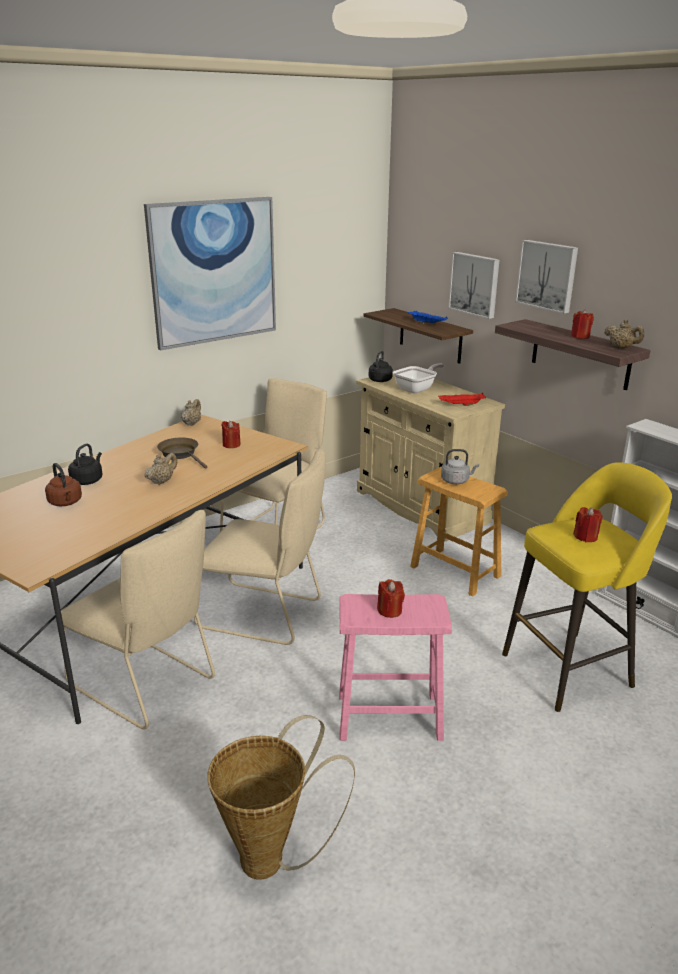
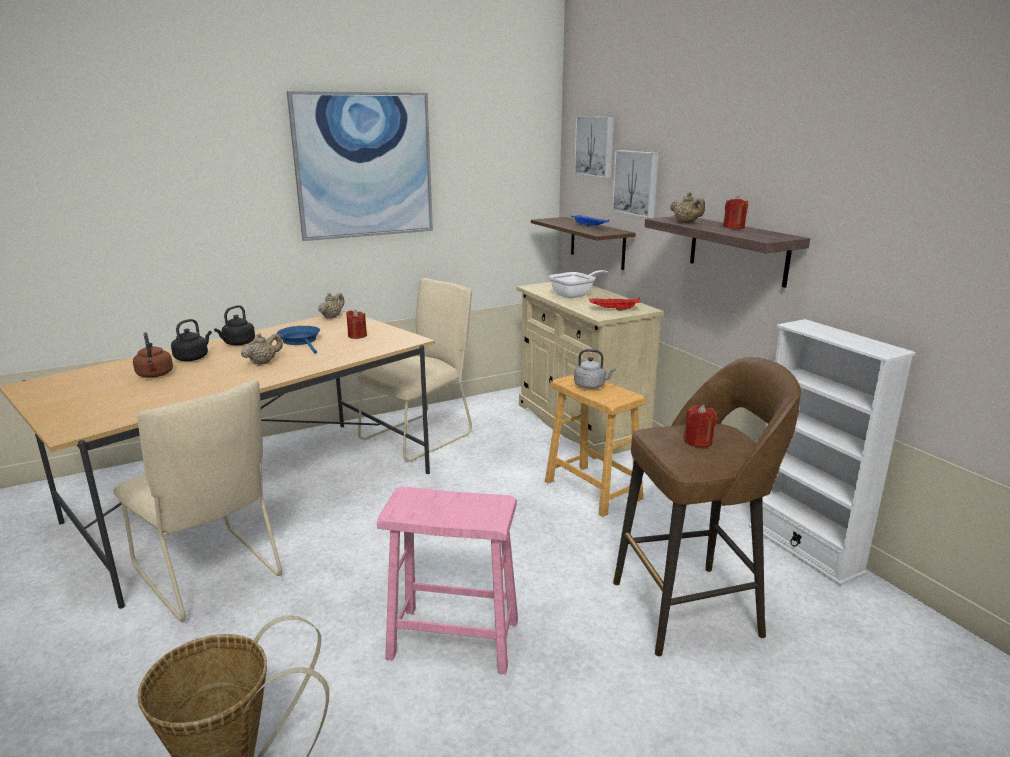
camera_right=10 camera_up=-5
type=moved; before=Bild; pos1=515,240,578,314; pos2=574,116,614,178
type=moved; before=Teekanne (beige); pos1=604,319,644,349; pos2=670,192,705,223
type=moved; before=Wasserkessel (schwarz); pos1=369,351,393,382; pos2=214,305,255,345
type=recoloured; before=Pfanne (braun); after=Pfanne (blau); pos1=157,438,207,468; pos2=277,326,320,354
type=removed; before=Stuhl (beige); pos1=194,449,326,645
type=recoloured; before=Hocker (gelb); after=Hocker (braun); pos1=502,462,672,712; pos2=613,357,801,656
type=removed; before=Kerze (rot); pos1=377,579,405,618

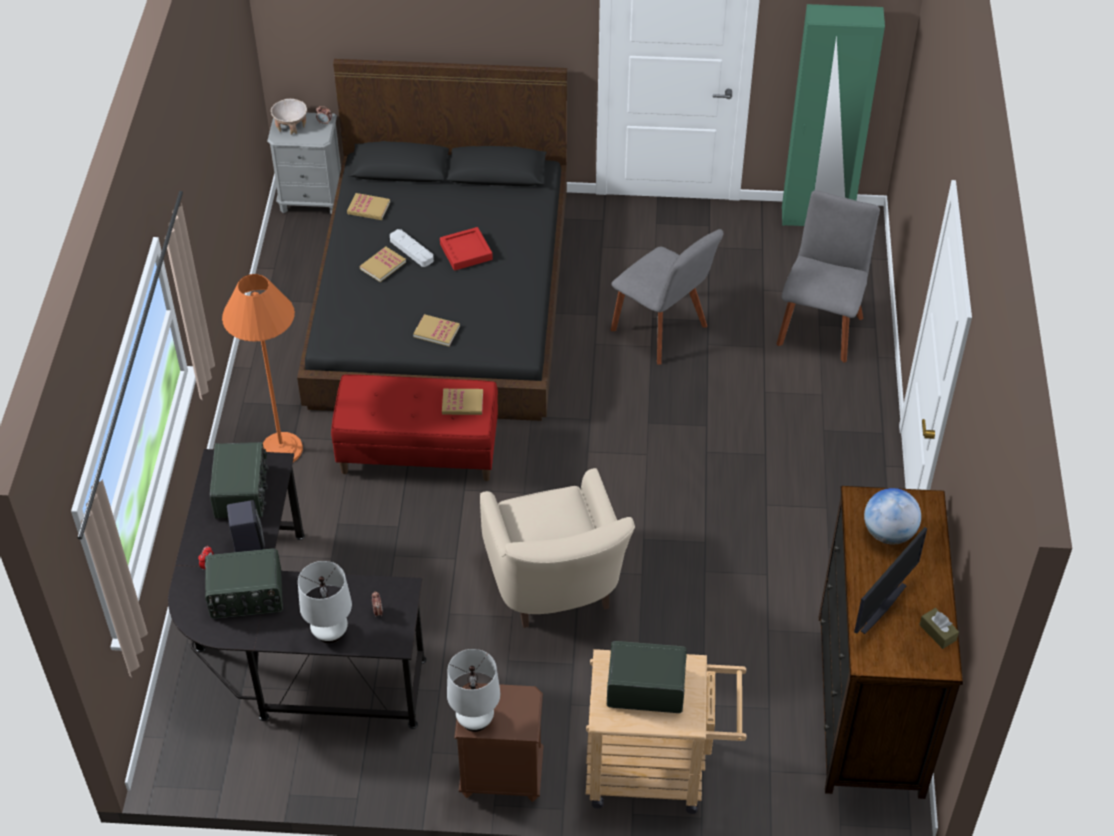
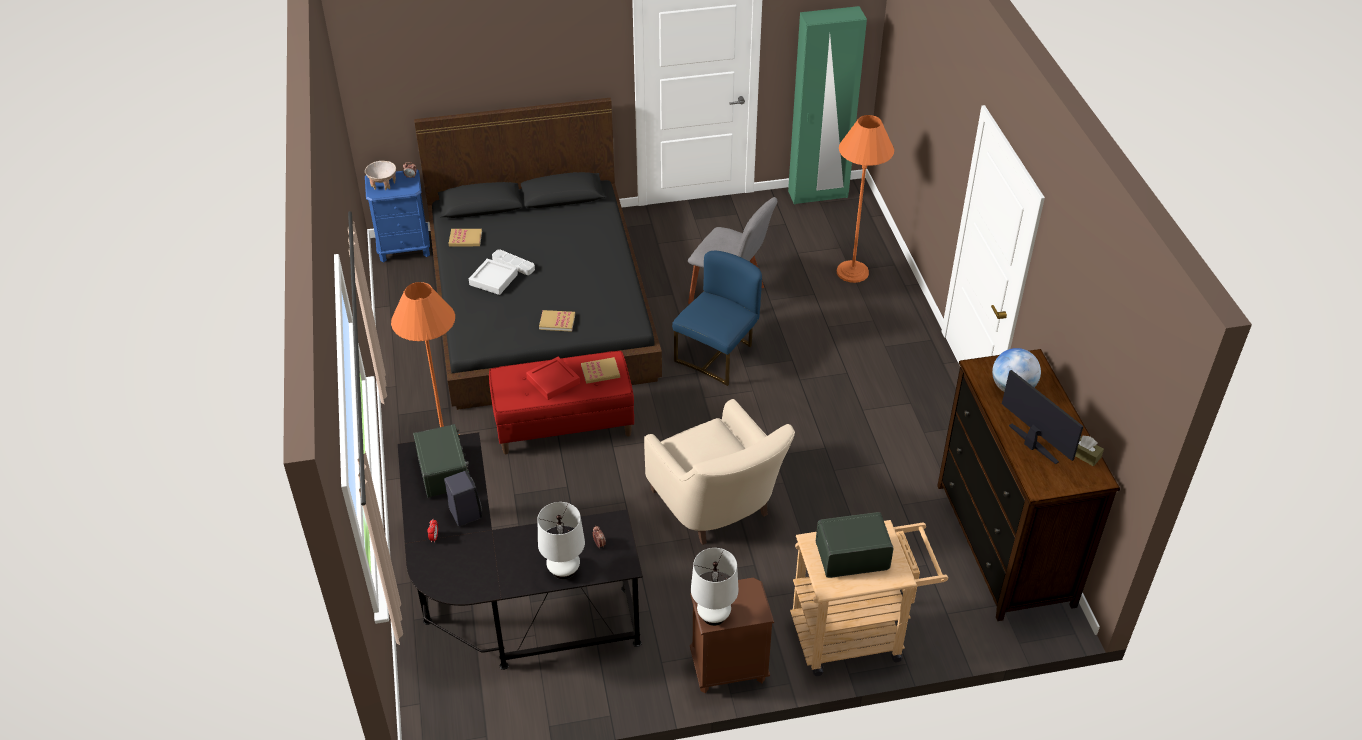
camera_right=-15 camera_up=-5
type=recoloured; before=Nachttisch (grau); after=Nachttisch (blau); pos1=267,113,341,214; pos2=365,169,430,263
type=replaced; before=Stuhl (grau); after=Stehlampe (orange); pos1=777,190,880,363; pos2=837,115,894,283
type=moved; before=Tablett (rot); pos1=440,227,493,271; pos2=526,357,580,400
type=replaced; before=Buch; after=Tablett (grau); pos1=360,247,406,282; pos2=469,259,518,295
type=turned; before=Monitor; pos1=854,527,927,634; pos2=1002,370,1083,464; turn=-60
type=removed; before=Radio; pos1=205,548,283,619
type=added; after=Stuhl (blau); pos2=672,251,762,386

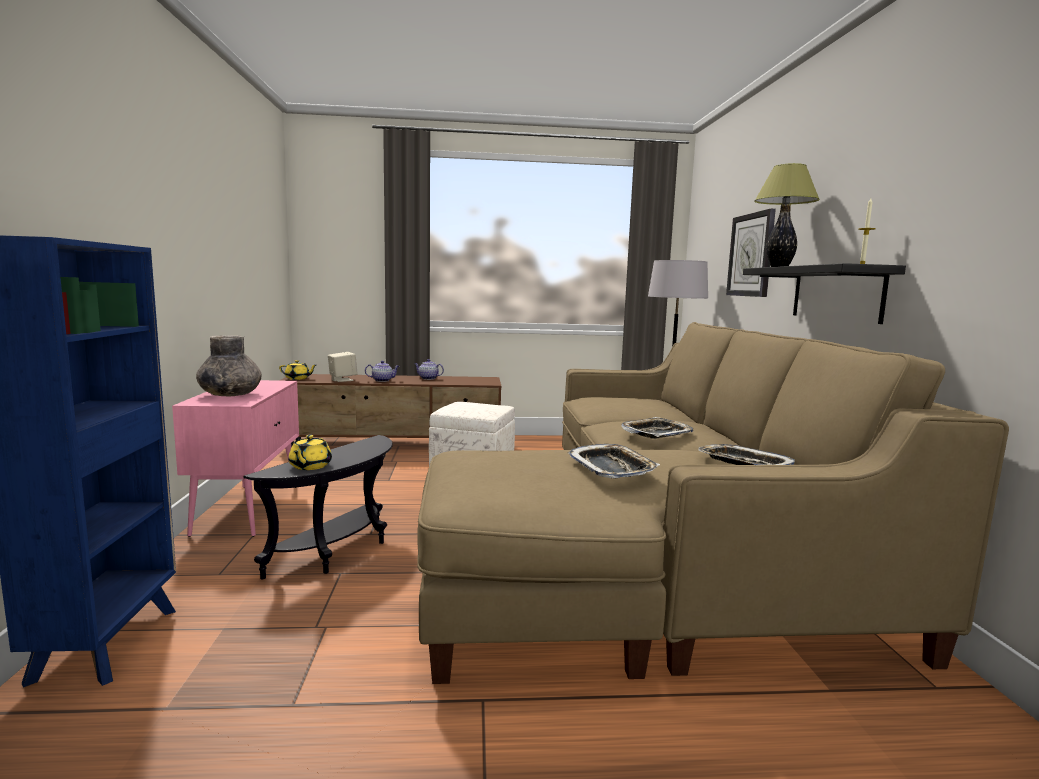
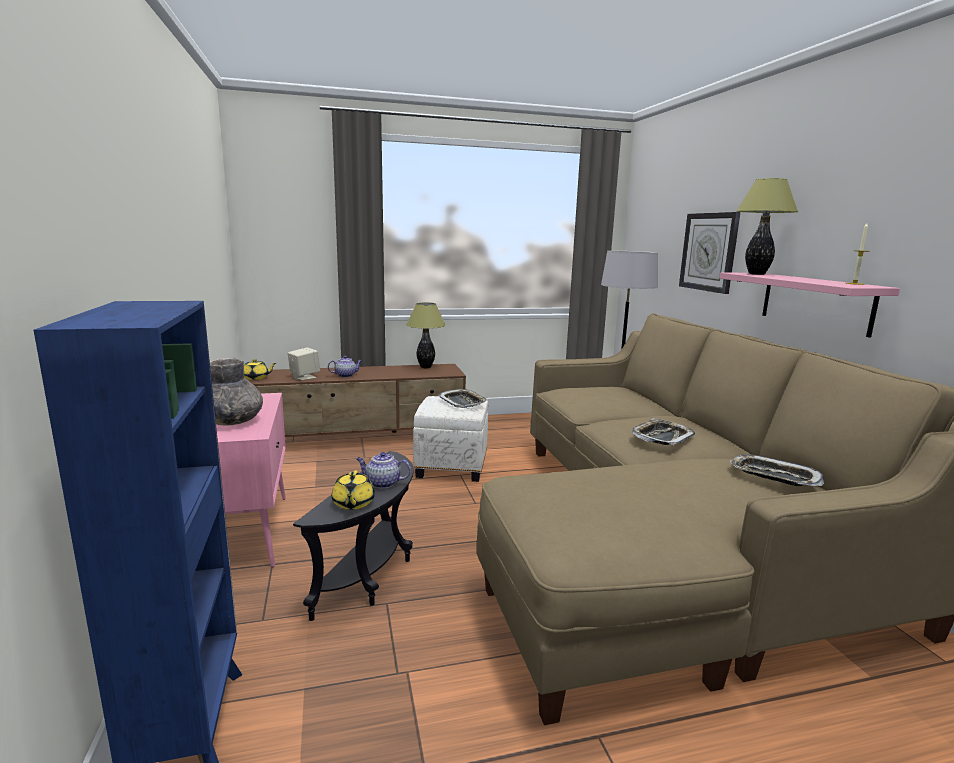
camera_right=-10 camera_up=5
type=recoloured; before=Wandregal (schwarz); after=Wandregal (rosa); pos1=743,263,906,324; pos2=720,272,900,338
type=moved; before=Teekanne; pos1=414,359,444,380; pos2=356,452,411,488
type=moved; before=Tablett; pos1=568,444,660,478; pos2=438,389,488,408
type=added; after=Tischlampe; pos2=406,302,446,368

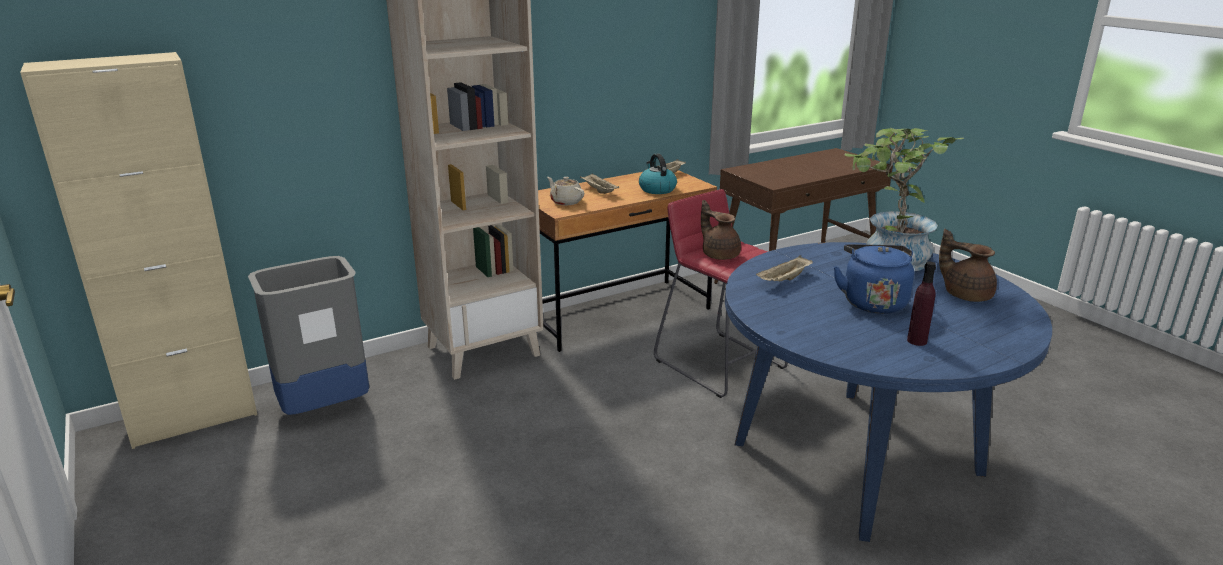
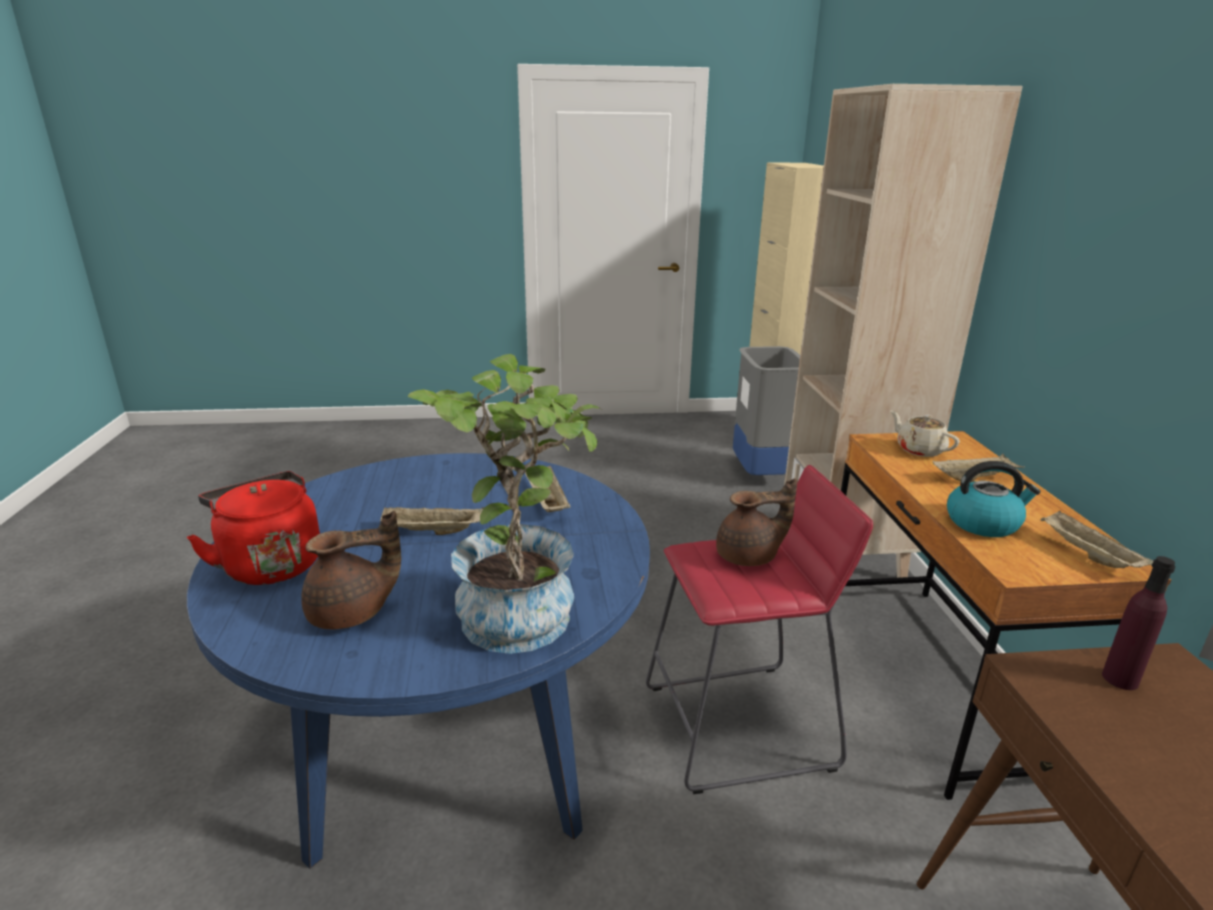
camera_right=115 camera_up=0
type=turned; before=Teekanne (beige); pos1=547,177,584,205; pos2=890,411,960,457; turn=-105
type=replaced; before=Wasserkessel (blau); after=Tablett (beige); pos1=834,244,914,314; pos2=380,507,483,535
type=moved; before=Flasche (lila); pos1=907,262,936,346; pos2=1102,556,1175,690
type=added; after=Wasserkessel (rot); pos2=187,471,320,585

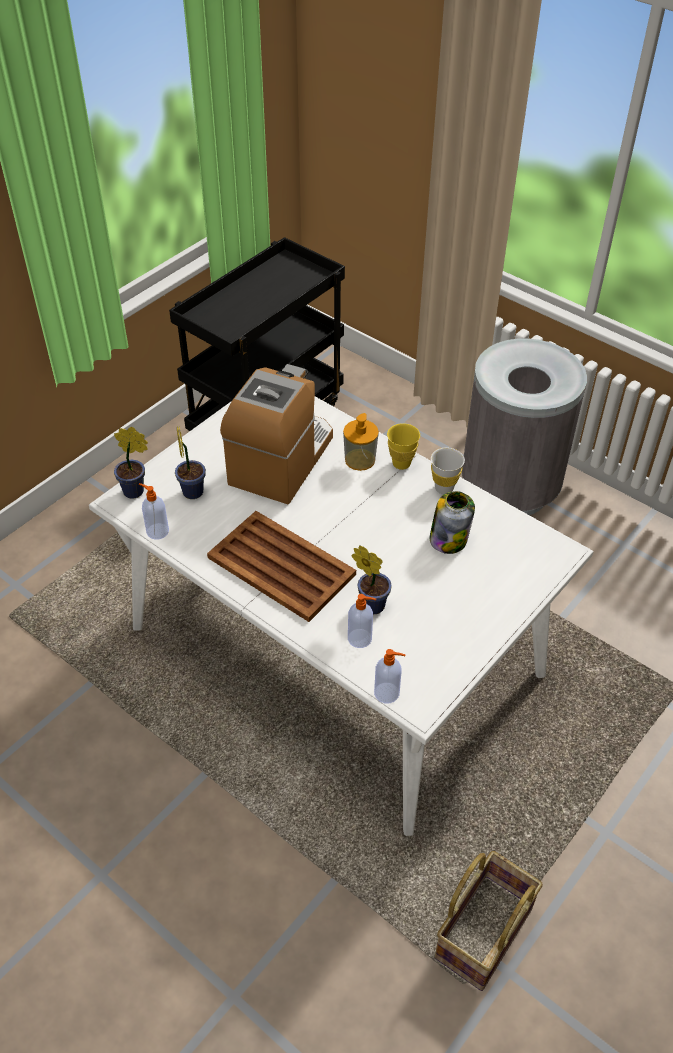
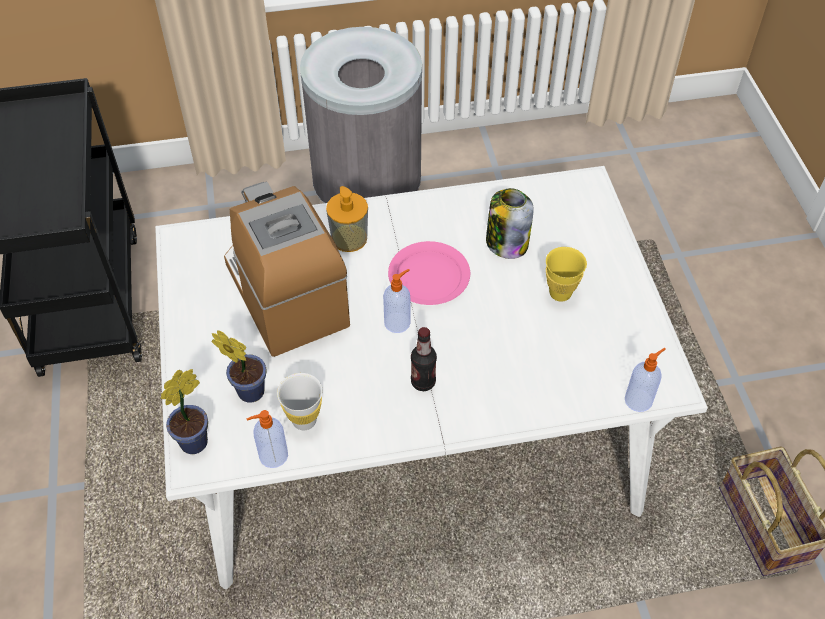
camera_right=-50 camera_up=5
type=moved; before=Tasse (gelb); pos1=387,423,420,470; pos2=546,247,587,302
type=moved; before=Tasse (weiß); pos1=431,448,465,494; pos2=277,373,322,430
type=replaced; before=Tablett (braun); after=Flasche; pos1=207,511,356,622; pos2=411,327,437,391
type=removed; before=Topfpflanze; pos1=351,546,392,614
type=moved; before=Seifenspender; pos1=348,594,376,648; pos2=383,269,411,333
type=added; after=Teller (rosa); pos2=388,241,470,305

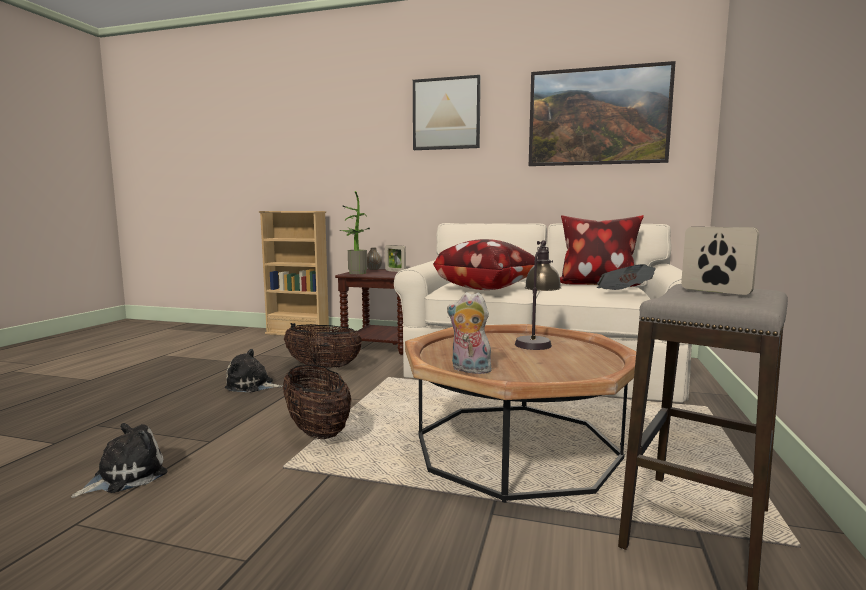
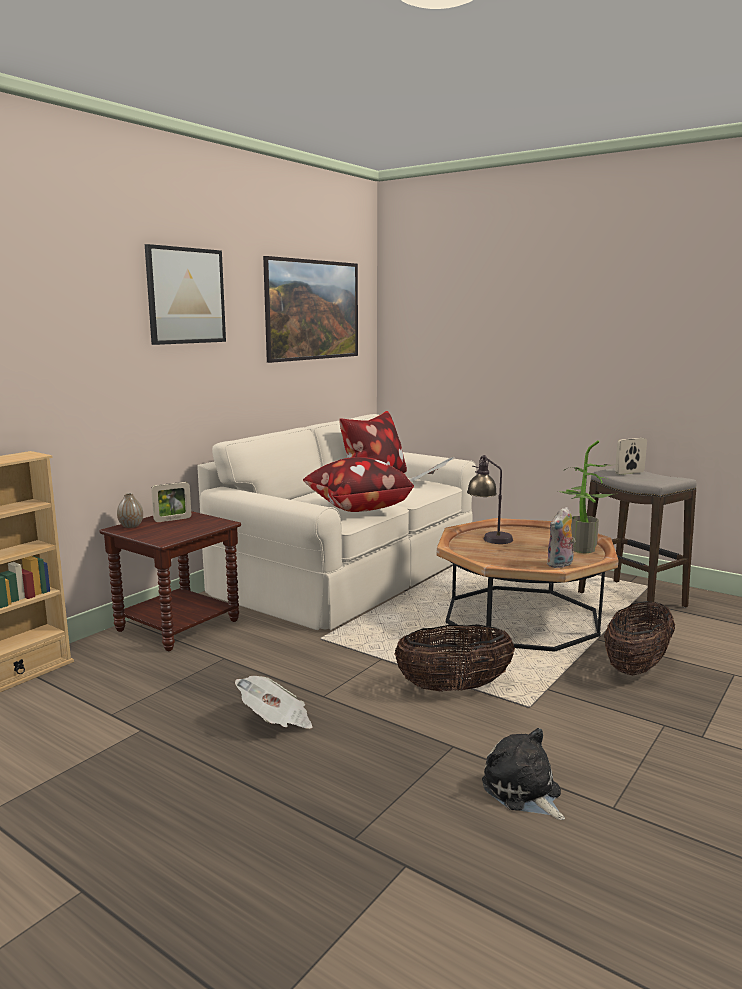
camera_right=-70 camera_up=5
type=moved; before=Topfpflanze; pos1=340,191,370,274; pos2=558,441,617,553
type=moved; before=Korb; pos1=284,324,362,368; pos2=604,601,675,675
type=replaced; before=Plüschtier; after=Zeitung; pos1=224,349,283,392; pos2=235,676,313,729

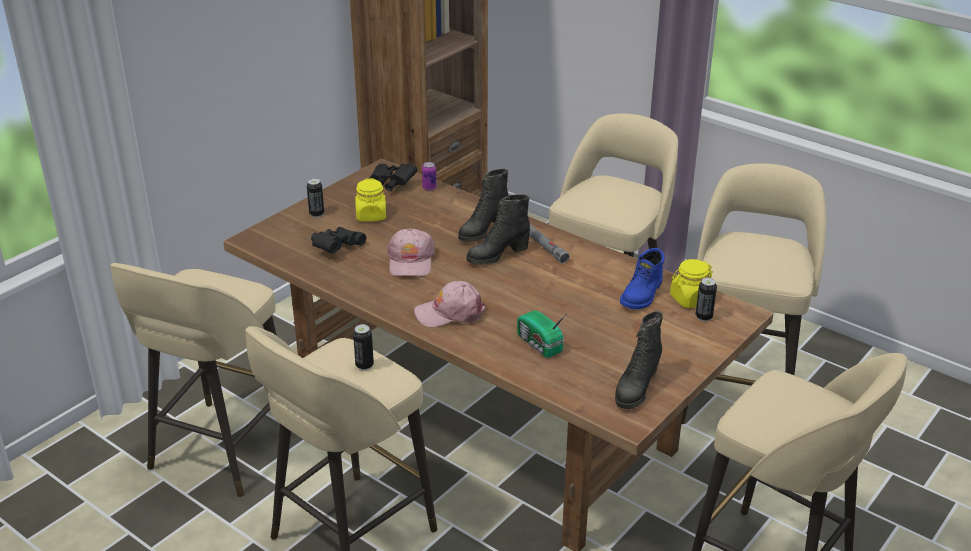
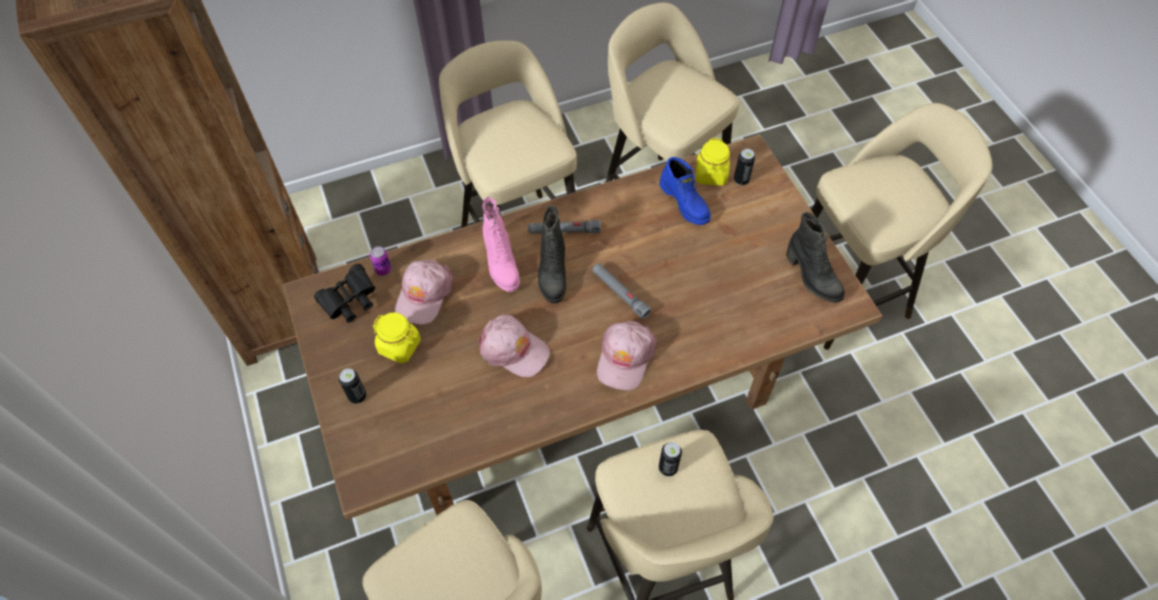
camera_right=-60 camera_up=25
type=recoloured; before=Stiefel (schwarz); after=Stiefel (rosa); pos1=458,169,509,242; pos2=482,197,520,292
type=removed; before=Fernglas (schwarz); pos1=311,227,366,254
type=removed; before=Radio; pos1=517,310,568,358
type=added; after=Kappe (rosa); pos2=395,260,454,325
type=added; after=Taschenlampe (grau); pos2=593,264,651,319

